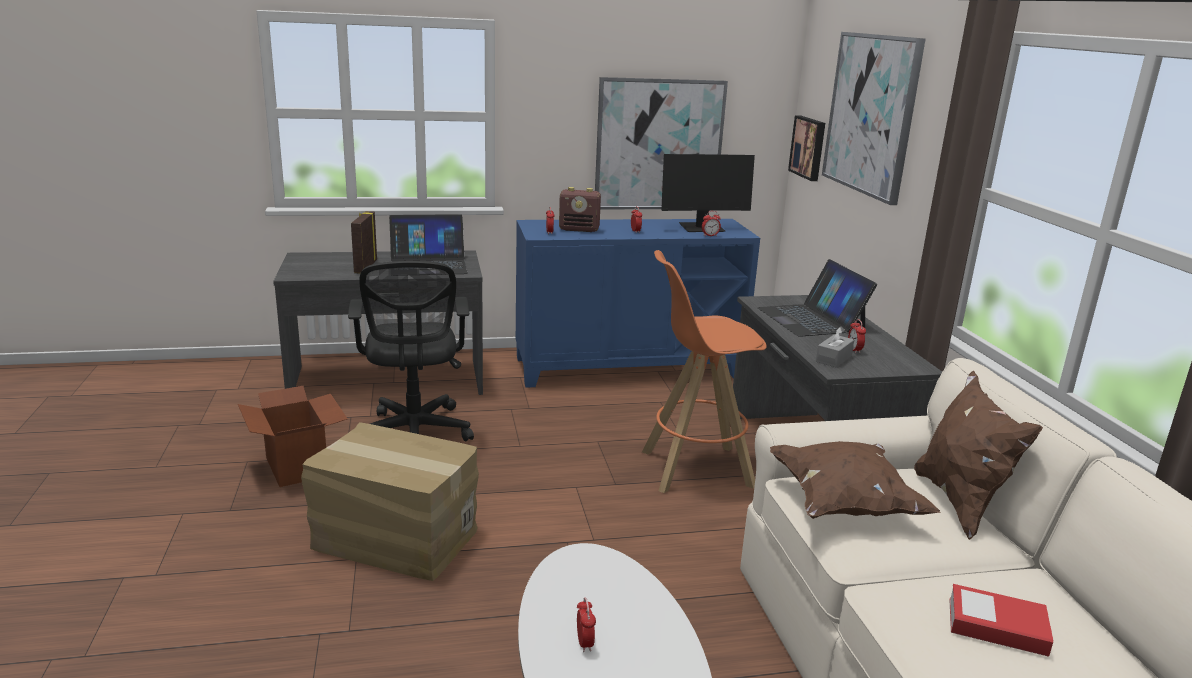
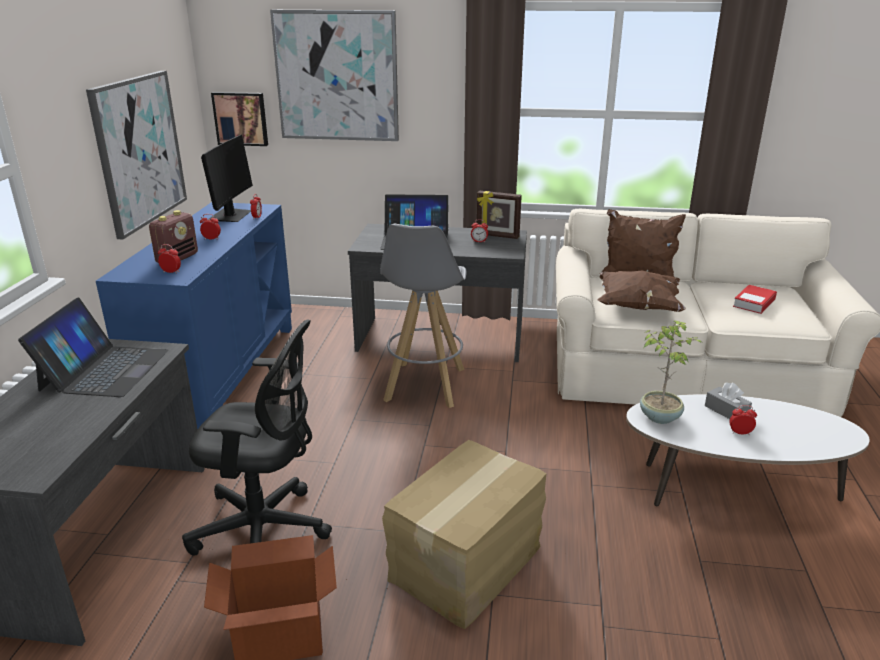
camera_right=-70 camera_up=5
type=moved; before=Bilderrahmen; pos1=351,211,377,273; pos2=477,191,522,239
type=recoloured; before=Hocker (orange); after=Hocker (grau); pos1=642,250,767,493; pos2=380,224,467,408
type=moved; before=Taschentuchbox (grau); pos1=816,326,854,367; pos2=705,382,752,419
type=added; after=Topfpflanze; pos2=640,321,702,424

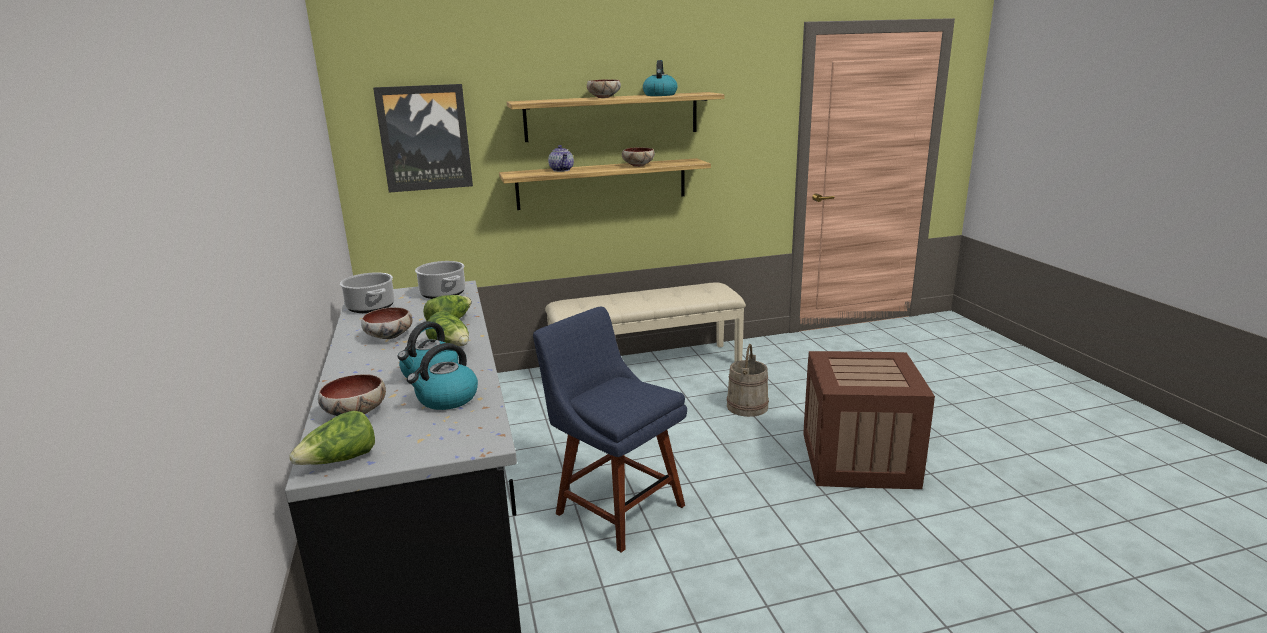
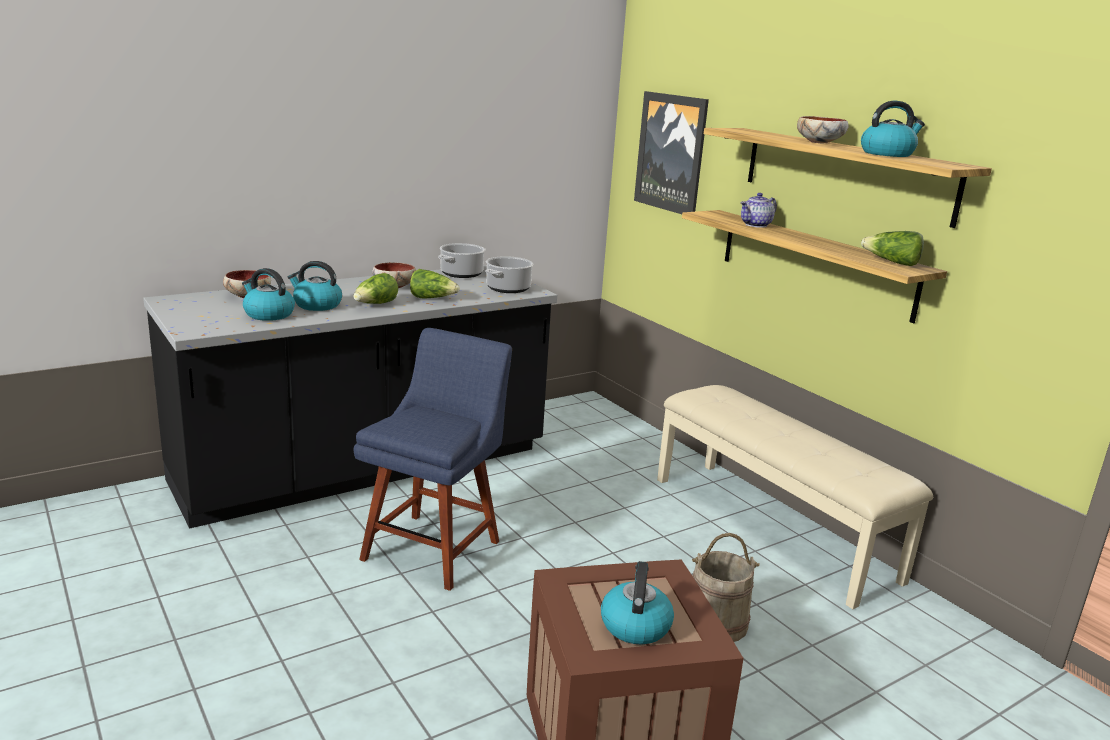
camera_right=70 camera_up=0
type=removed; before=Schüssel; pos1=622,148,655,167
type=moved; before=Salatkopf; pos1=289,411,375,465; pos2=861,231,924,266
type=added; after=Wasserkessel; pos2=601,561,674,644

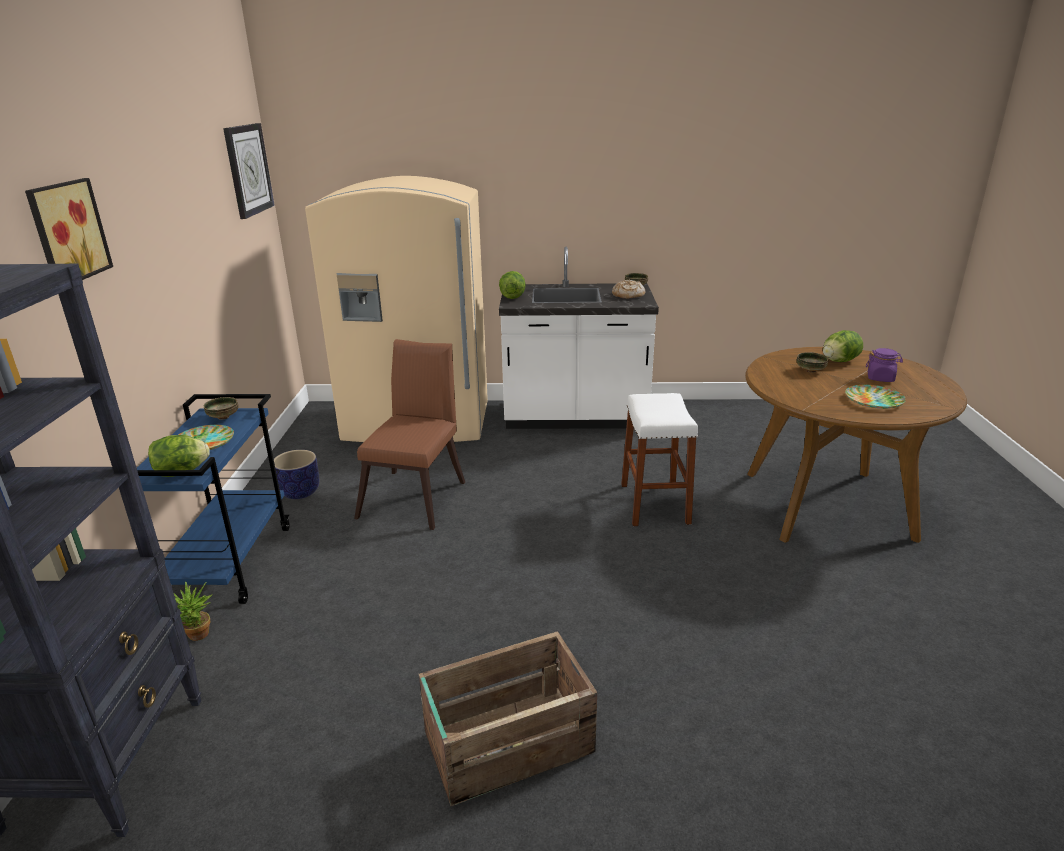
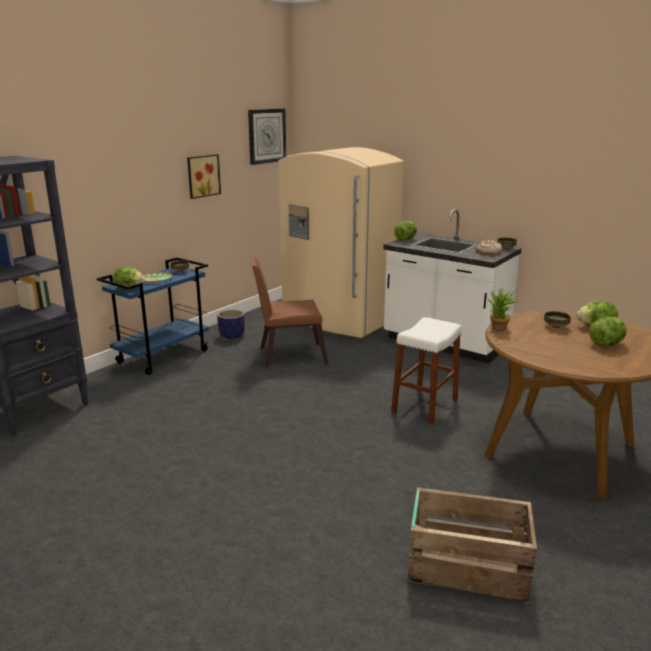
camera_right=35 camera_up=-5
type=moved; before=Bild; pos1=25,178,113,280; pos2=187,154,221,199
type=turned; before=Stuhl (braun); pos1=354,339,465,530; pos2=249,255,329,369; turn=-150
type=replaced; before=Vorratsglas (lila); after=Salatkopf; pos1=866,348,903,382; pos2=589,316,627,347
type=removed; before=Teller; pos1=845,385,906,409
type=moved; before=Topfpflanze; pos1=174,581,213,641; pos2=488,287,518,330
type=moved; before=Kiste; pos1=419,631,597,806; pos2=408,487,537,601

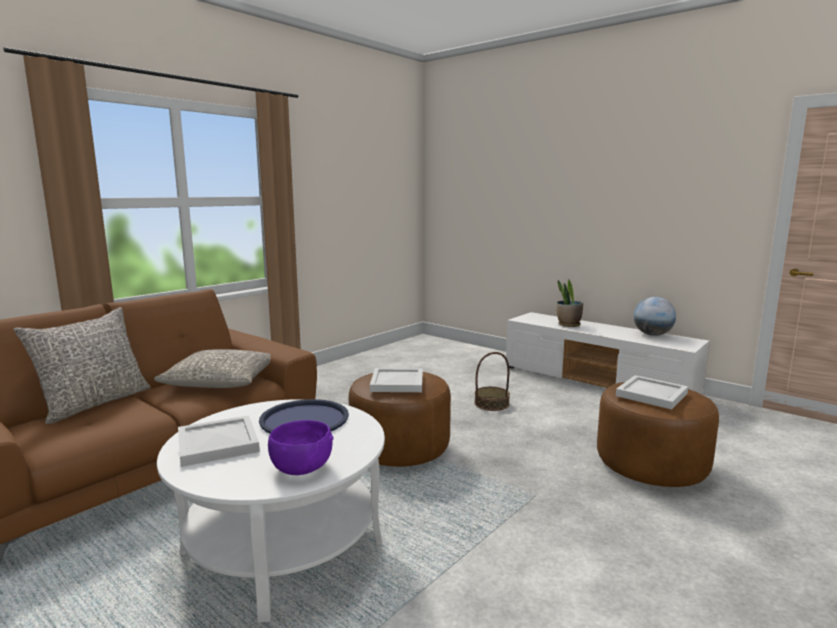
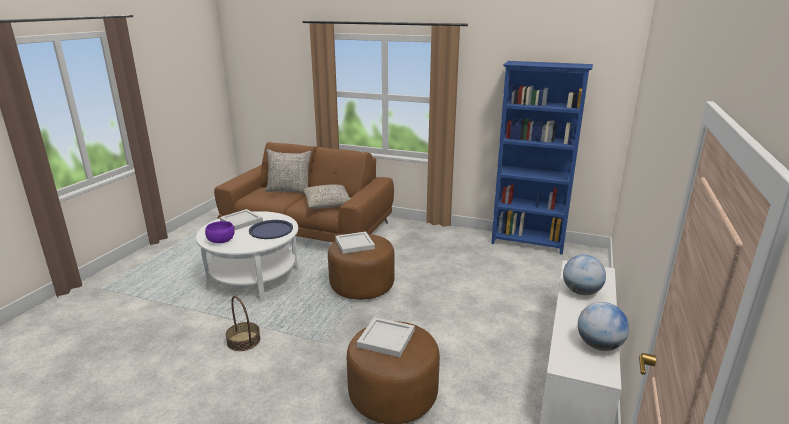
camera_right=70 camera_up=10
type=replaced; before=Topfpflanze; after=Globus; pos1=556,280,583,327; pos2=563,255,606,295
type=moved; before=Korb; pos1=474,352,510,411; pos2=226,296,261,351
type=added; after=Bücherregal (blau); pos2=491,61,593,255

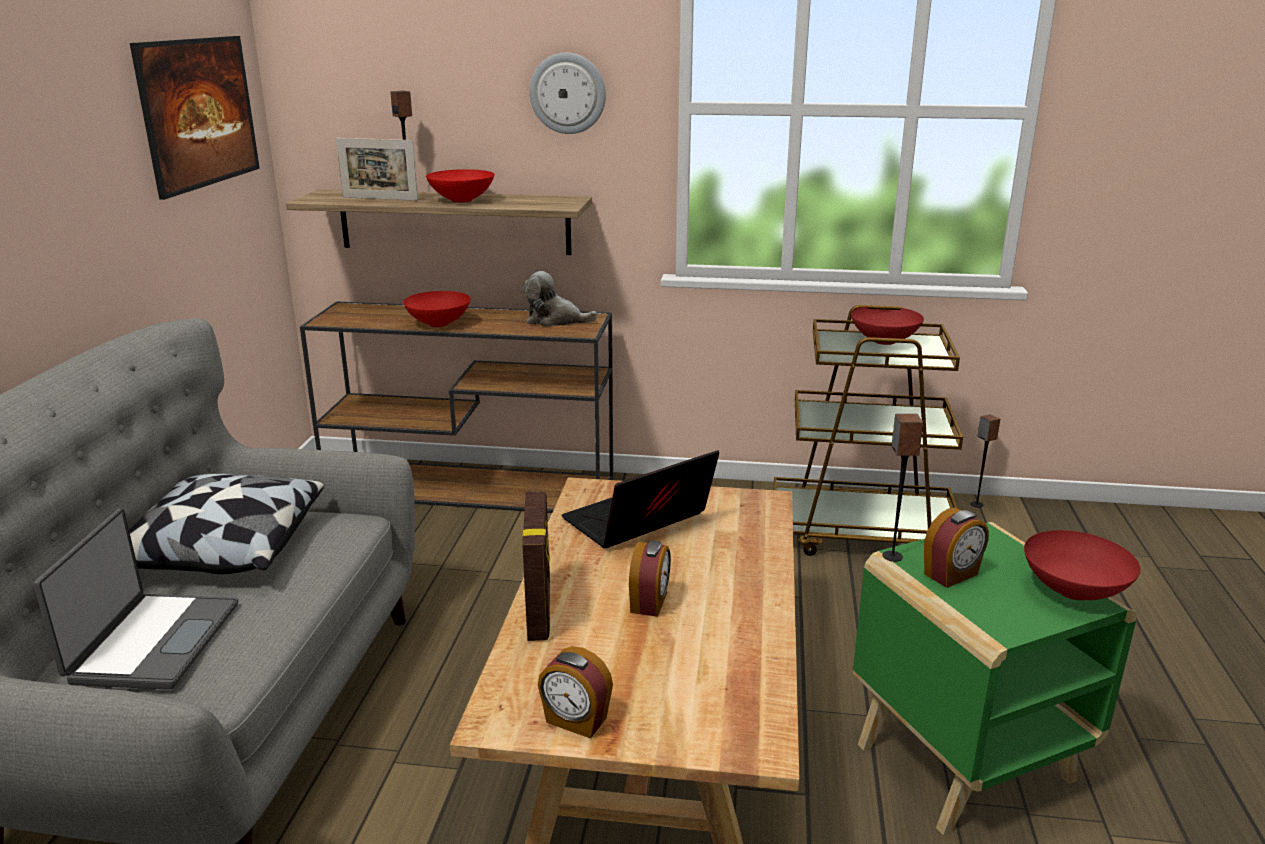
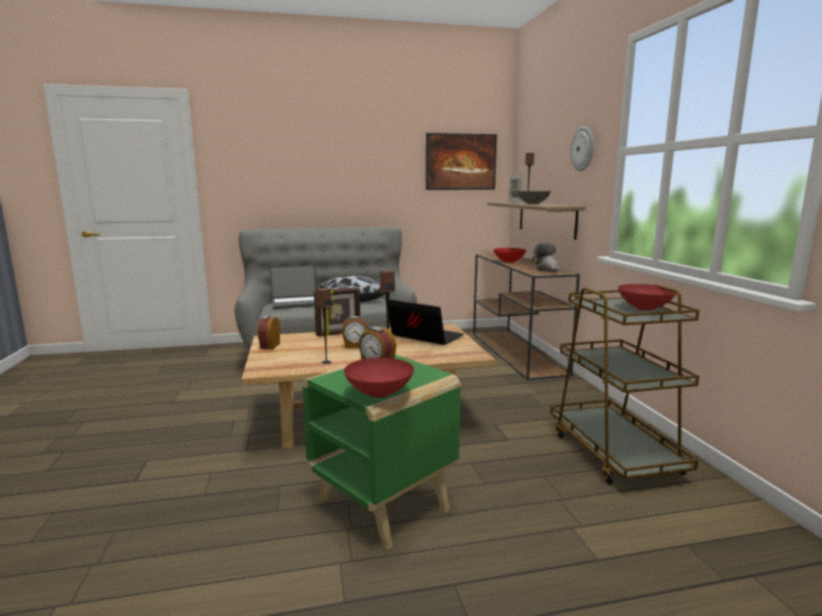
camera_right=70 camera_up=-10
type=recoloured; before=Schüssel (rot); after=Schüssel (grau); pos1=426,169,494,203; pos2=516,191,551,204
type=moved; before=Lautsprecher; pos1=971,414,1000,508; pos2=316,288,331,364

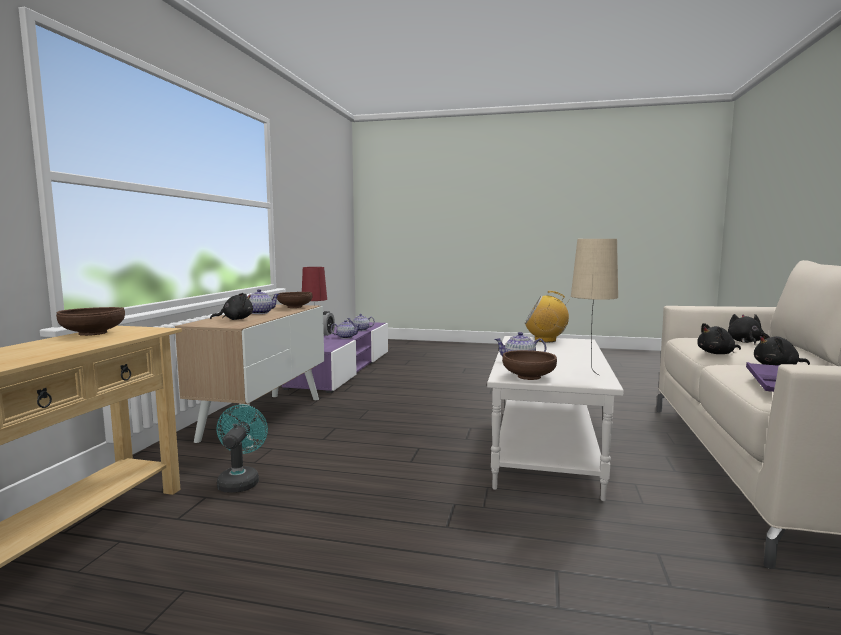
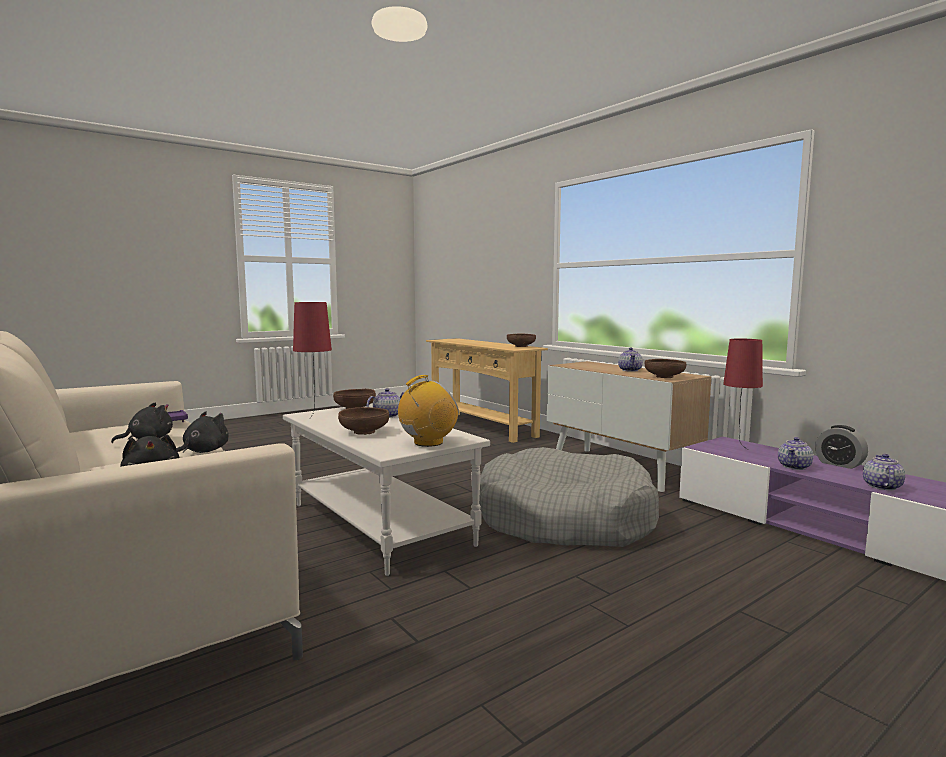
camera_right=130 camera_up=0
type=recoloured; before=Tischlampe (beige); after=Tischlampe (rot); pos1=571,239,618,374; pos2=293,302,332,418
type=removed; before=Plüschtier (schwarz); pos1=210,293,253,320
type=removed; before=Ventilator (türkis); pos1=217,405,268,493
type=added; after=Schüssel (braun); pos2=338,407,389,435
type=added; after=Hundebett (grau); pos2=479,447,659,547

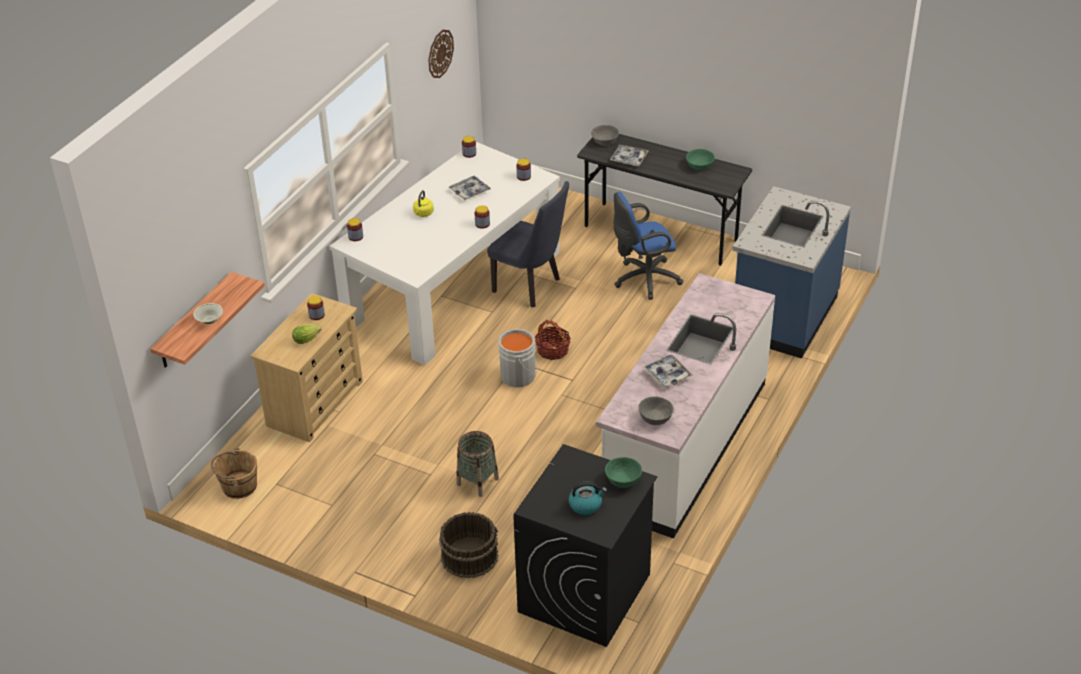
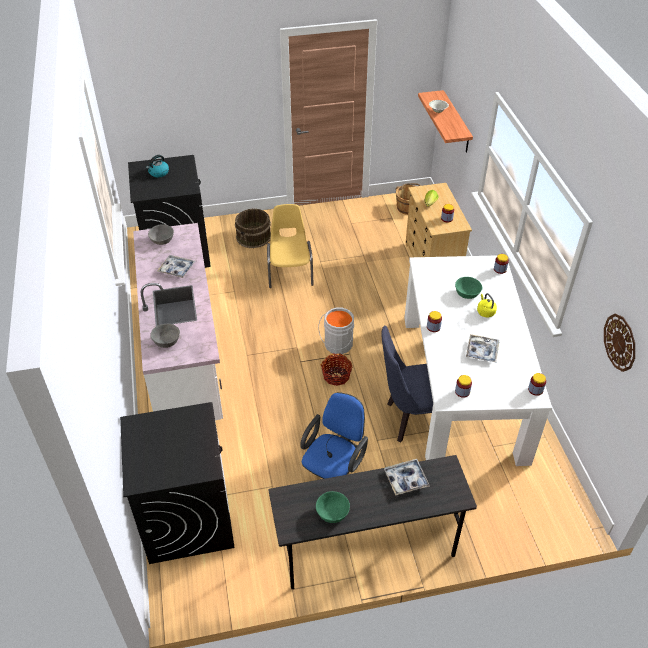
camera_right=140 camera_up=5
type=moved; before=Schüssel (grau); pos1=591,125,619,146; pos2=150,324,180,348
type=replaced; before=Küchenzeile (blau); after=Waschmaschine (schwarz); pos1=732,186,851,359; pos2=120,402,234,564
type=replaced; before=Korb; after=Stuhl (gelb); pos1=456,431,499,497; pos2=267,204,314,288
type=moved; before=Schüssel (grün); pos1=605,457,642,488; pos2=455,277,482,299

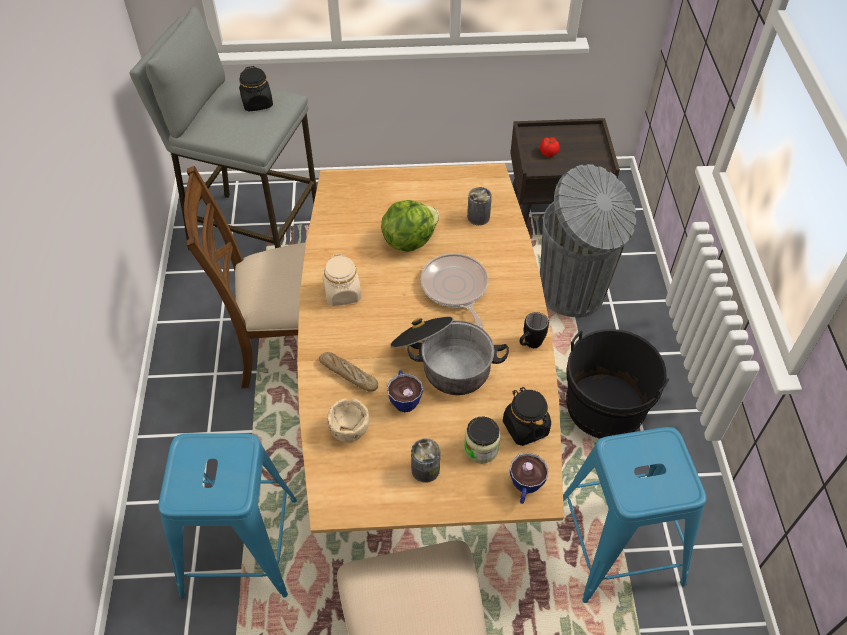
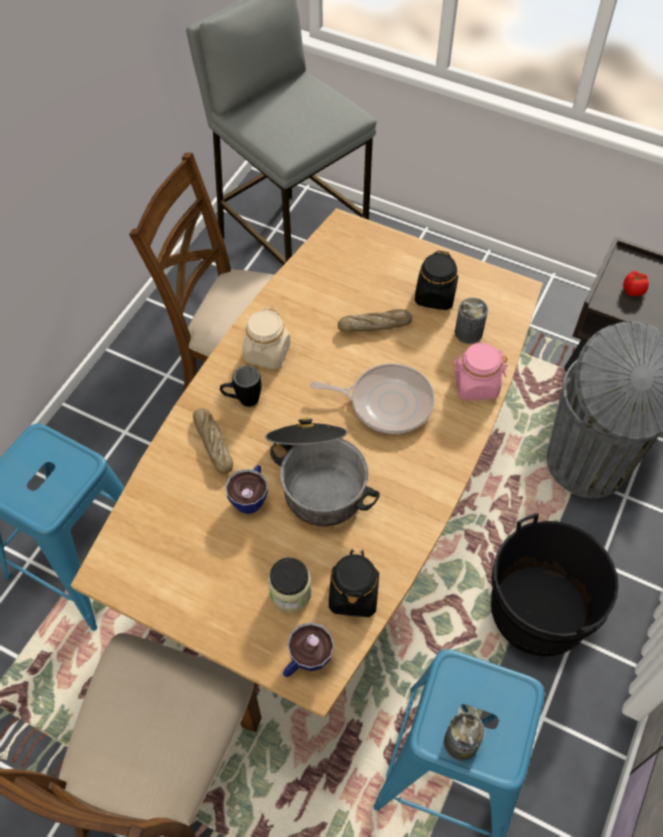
camera_right=30 camera_up=5
type=moved; before=Vorratsglas (schwarz); pos1=239,66,273,112; pos2=415,251,458,310
type=replaced; before=Salatkopf; after=Brot; pos1=381,200,439,252; pos2=338,309,412,332
type=turned; before=Pfanne; pos1=420,253,488,328; pos2=310,363,435,434; turn=90
type=moved; before=Henkelbecher (schwarz); pos1=520,312,549,348; pos2=220,366,261,407
type=removed; before=Schüssel (beige); pos1=327,398,369,443
type=moved; before=Dose; pos1=411,438,440,483; pos2=444,712,485,761
type=added; after=Vorratsglas (rosa); pos2=452,343,507,400

